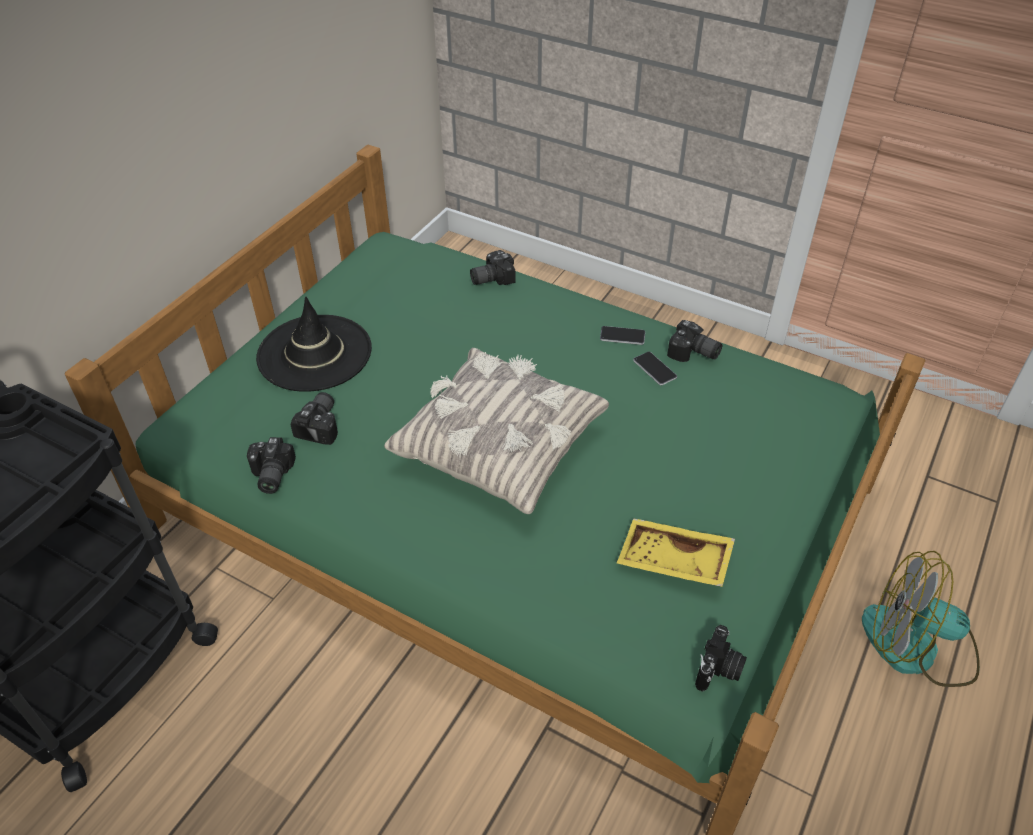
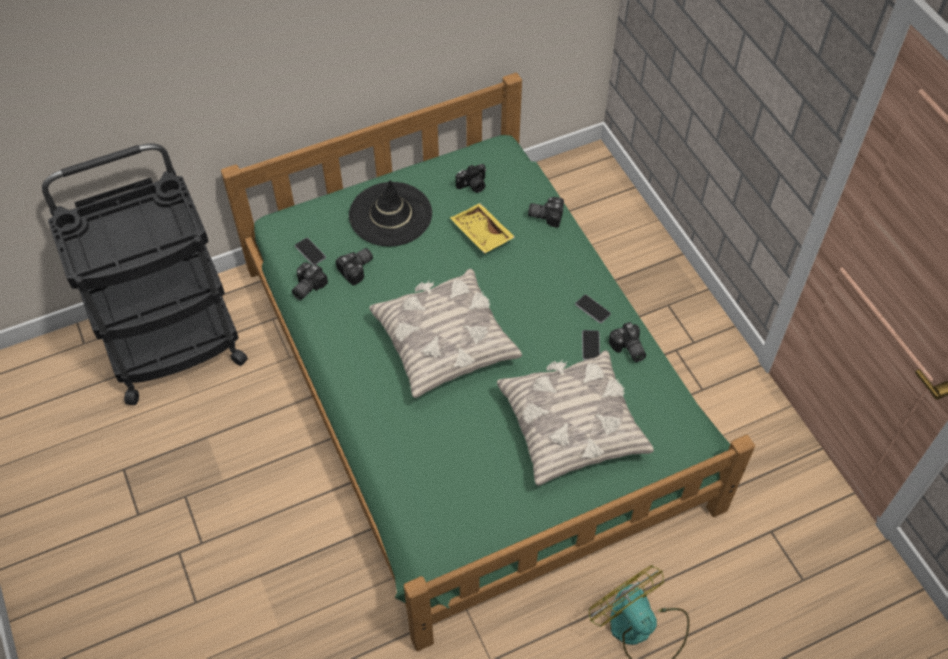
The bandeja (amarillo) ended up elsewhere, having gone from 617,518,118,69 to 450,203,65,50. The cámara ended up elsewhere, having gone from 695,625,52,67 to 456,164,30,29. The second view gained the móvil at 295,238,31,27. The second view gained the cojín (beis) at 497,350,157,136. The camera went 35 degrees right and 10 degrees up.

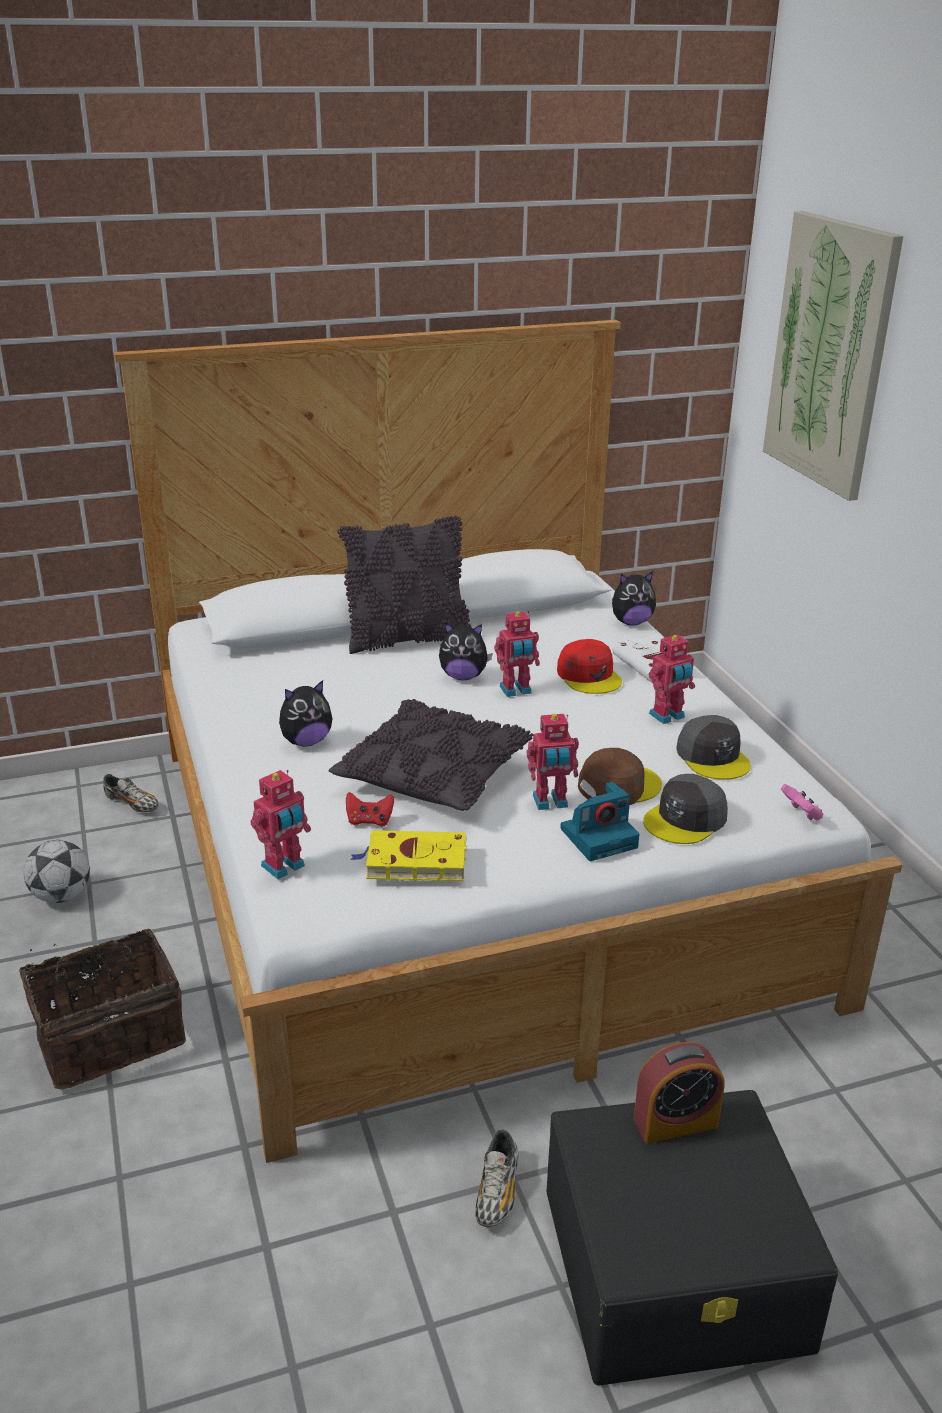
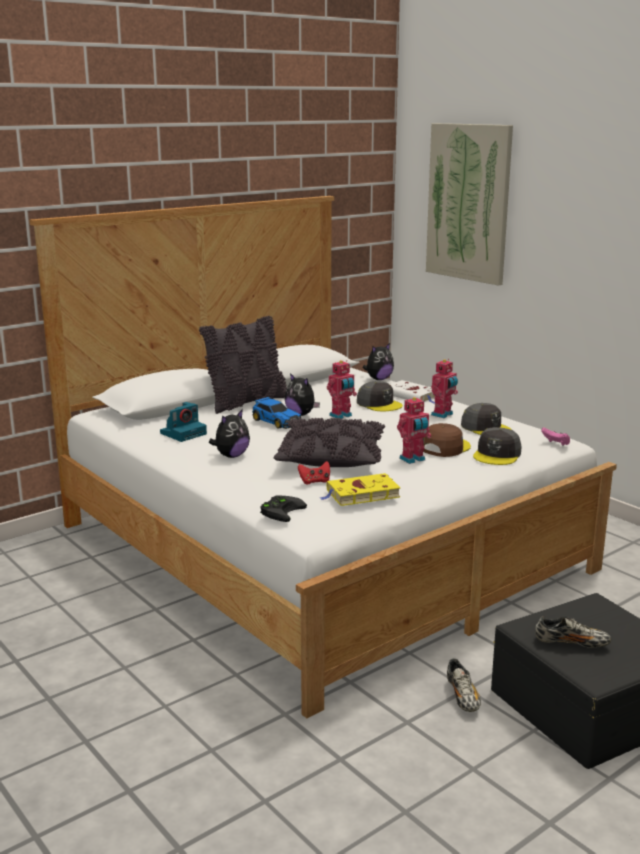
The peluche at 439,622,54,58 ended up facing another way, 60 degrees clockwise from before. What was the gorra (rojo) at 557,639,65,55 turned into the gorra (gris) at 357,381,46,30. Where the robot de juguete stood at 251,770,60,109, the mando de consola (negro) came to stand at 260,495,47,27. The zapato ended up elsewhere, having gone from 103,774,56,38 to 535,616,76,32. The cámara ended up elsewhere, having gone from 560,782,79,79 to 160,402,47,40. The second view lost the balón de fútbol at 24,840,66,63. The second view lost the cesta at 19,929,167,161. The second view lost the despertador at 634,1042,90,102. The second view gained the coche de juguete at 252,397,49,32. The camera went 20 degrees left and 10 degrees down.

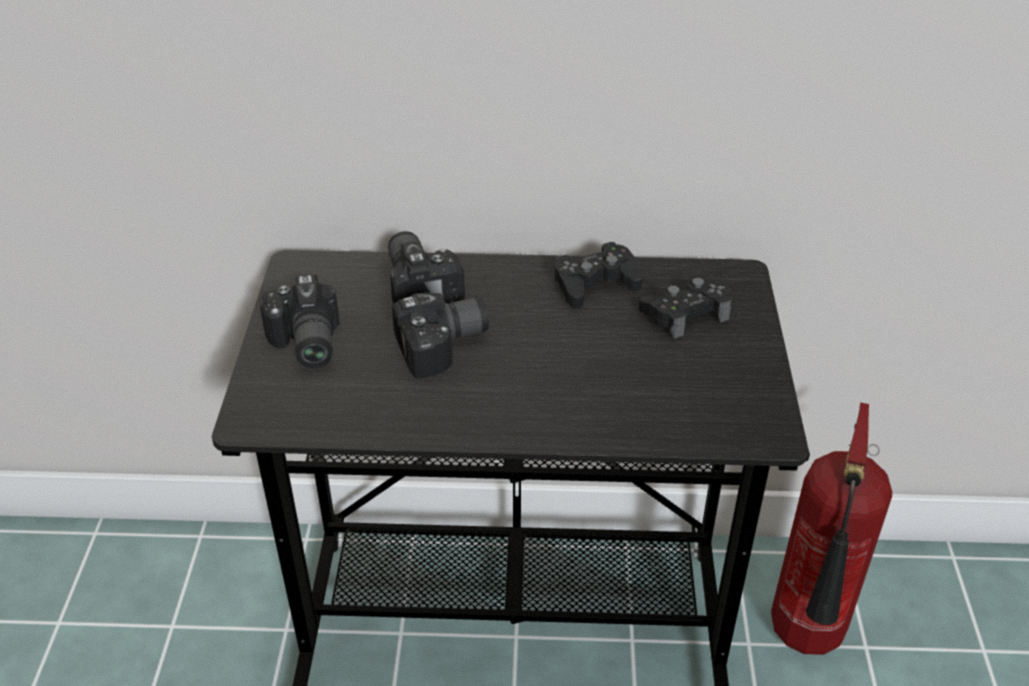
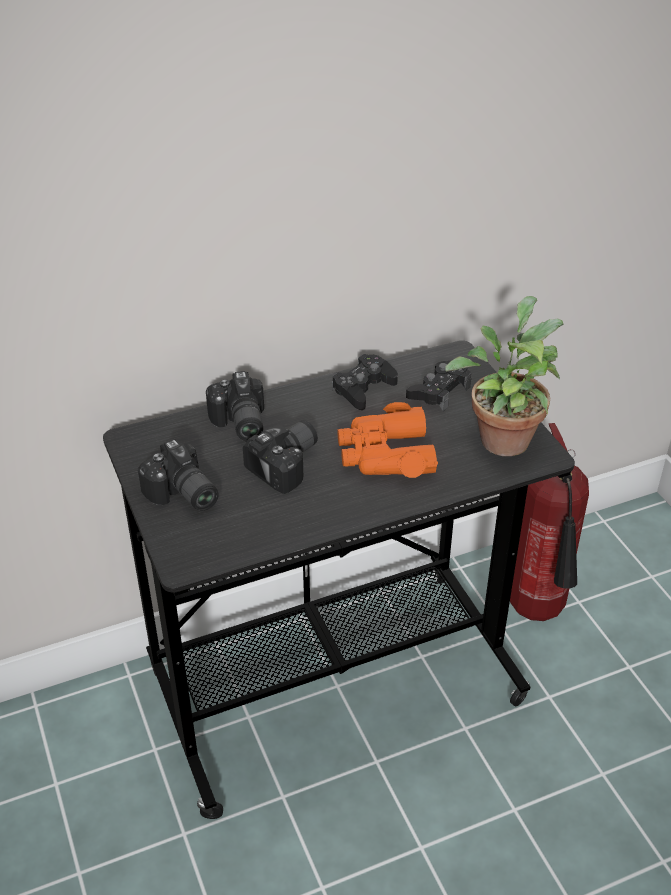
The cámara at 388,231,77,73 ended up facing another way, 150 degrees counterclockwise from before. The second view gained the planta en maceta at 445,296,118,160. The second view gained the prismáticos (naranja) at 337,402,101,76. The camera went 25 degrees left and 0 degrees up.

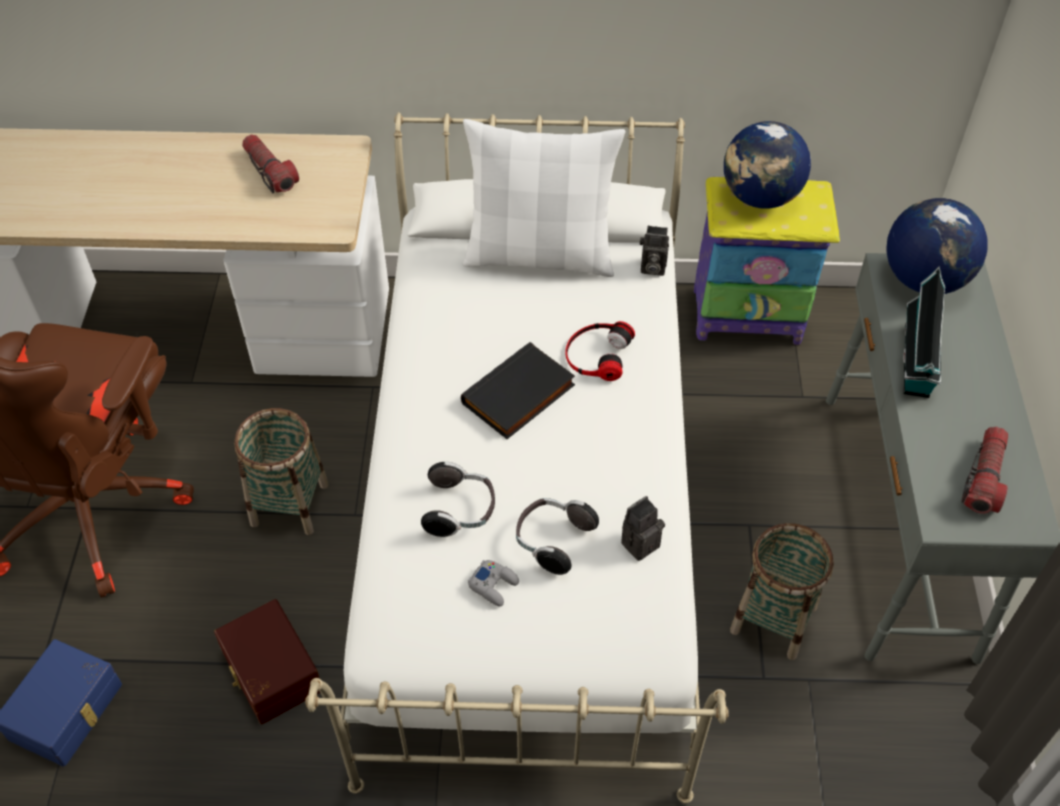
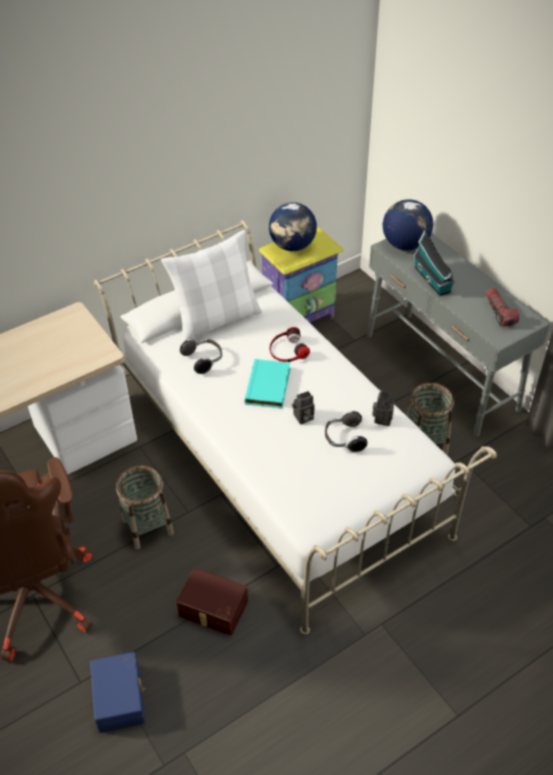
The second view lost the linterna at 242,134,57,59. The cámara ended up elsewhere, having gone from 640,226,29,50 to 292,391,23,33. What was the libro (negro) at 461,342,114,97 turned into the libro (turquesa) at 244,359,47,49. The auriculares ended up elsewhere, having gone from 421,462,74,75 to 180,339,42,35. The second view lost the mando de consola (gris) at 468,560,51,46. The camera went 35 degrees left and 5 degrees down.

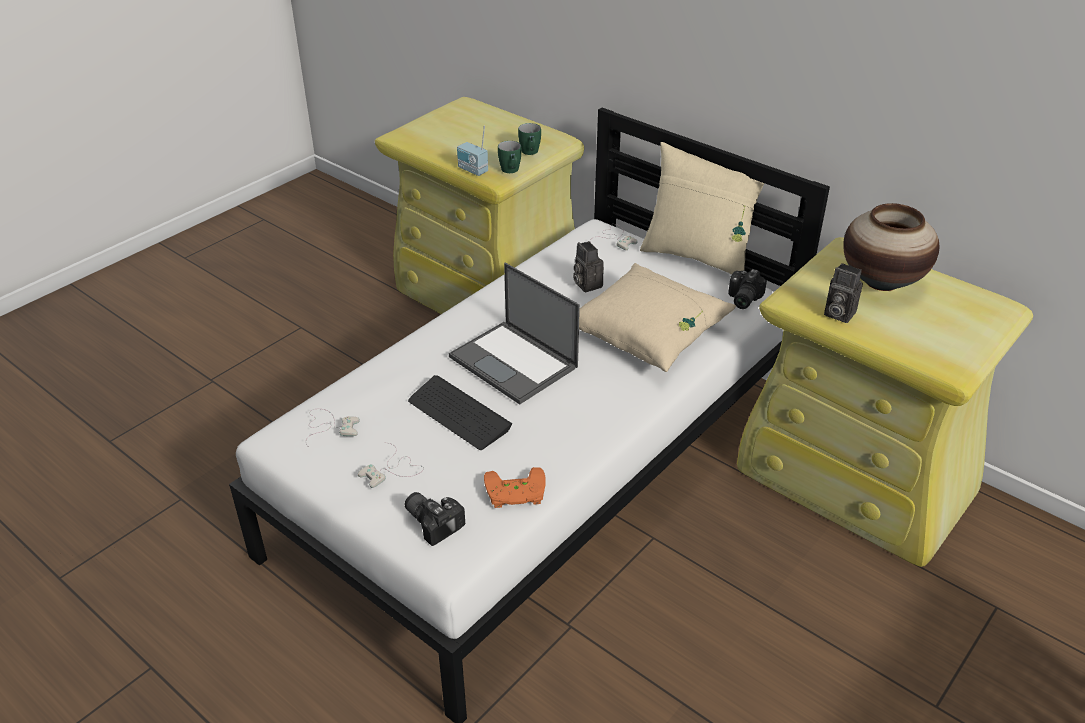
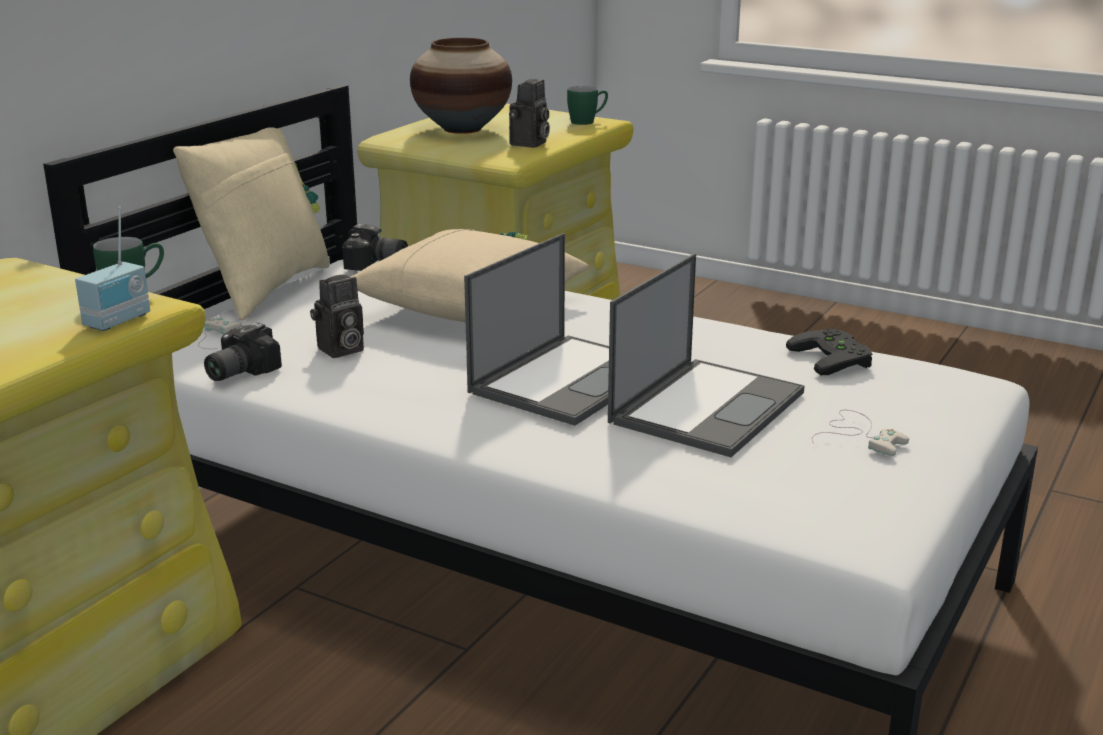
The taza grande (verde) ended up elsewhere, having gone from 518,123,23,32 to 567,86,41,39. Where the teclado stood at 408,375,104,75, the portátil came to stand at 608,253,197,204. The second view lost the mando de consola (blanco) at 306,409,54,38. What was the mando de consola (naranja) at 484,467,62,41 turned into the mando de consola (negro) at 786,328,86,47. The cámara ended up elsewhere, having gone from 404,492,61,54 to 204,323,78,58. The camera went 100 degrees left and 15 degrees down.

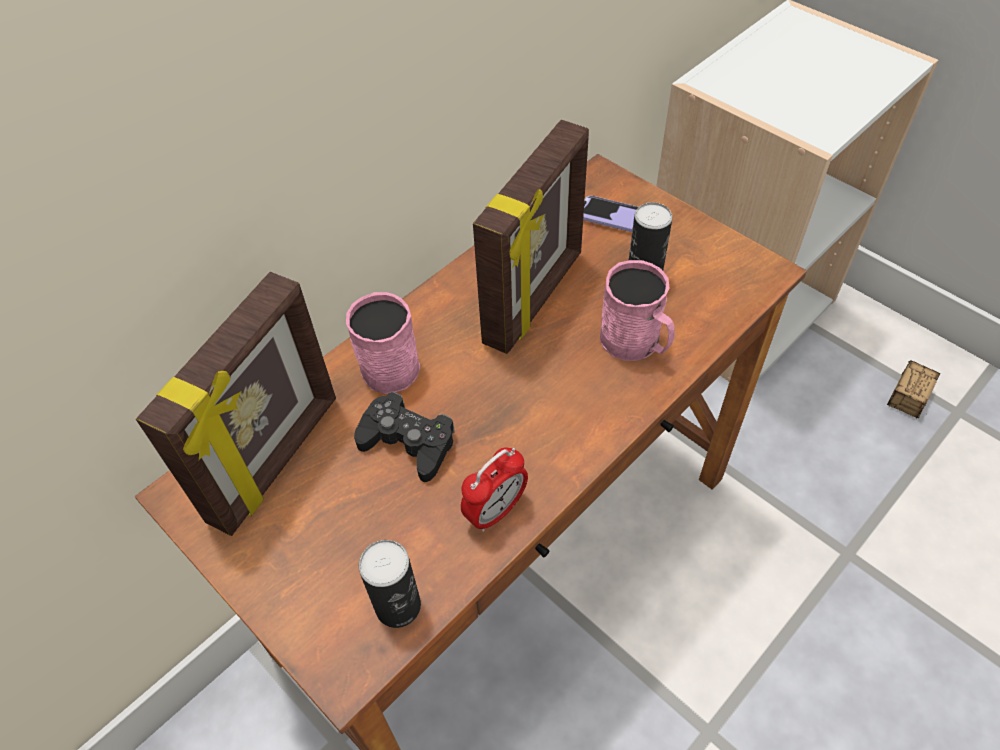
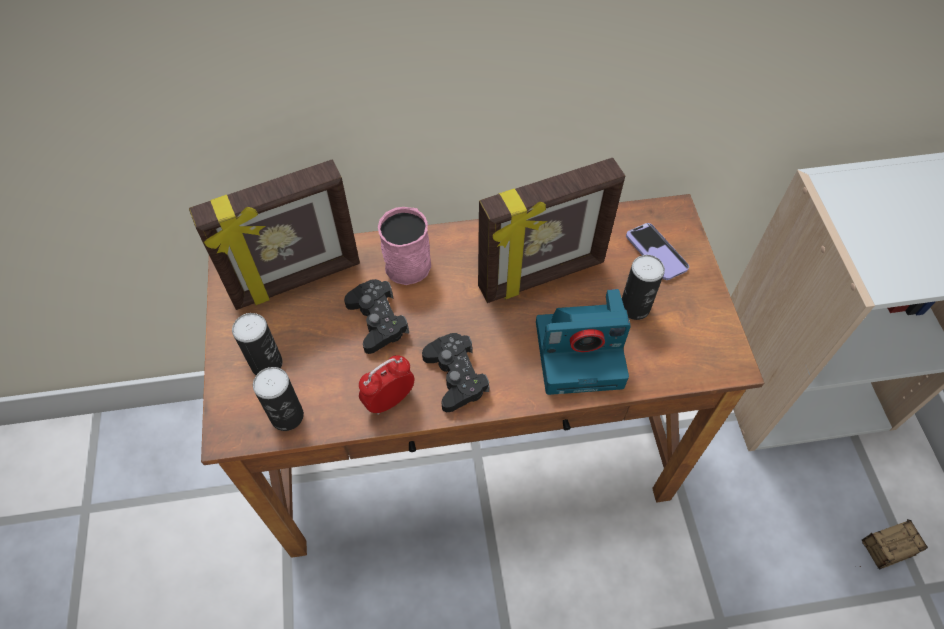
Where the taza grande (rosa) stood at 600,260,75,101, the cámara came to stand at 536,289,95,106. The despertador at 461,448,67,84 ended up facing another way, 150 degrees clockwise from before. The second view gained the lata at 232,313,51,62. The second view gained the mando de consola (negro) at 422,333,67,79. The camera went 35 degrees right and 5 degrees up.

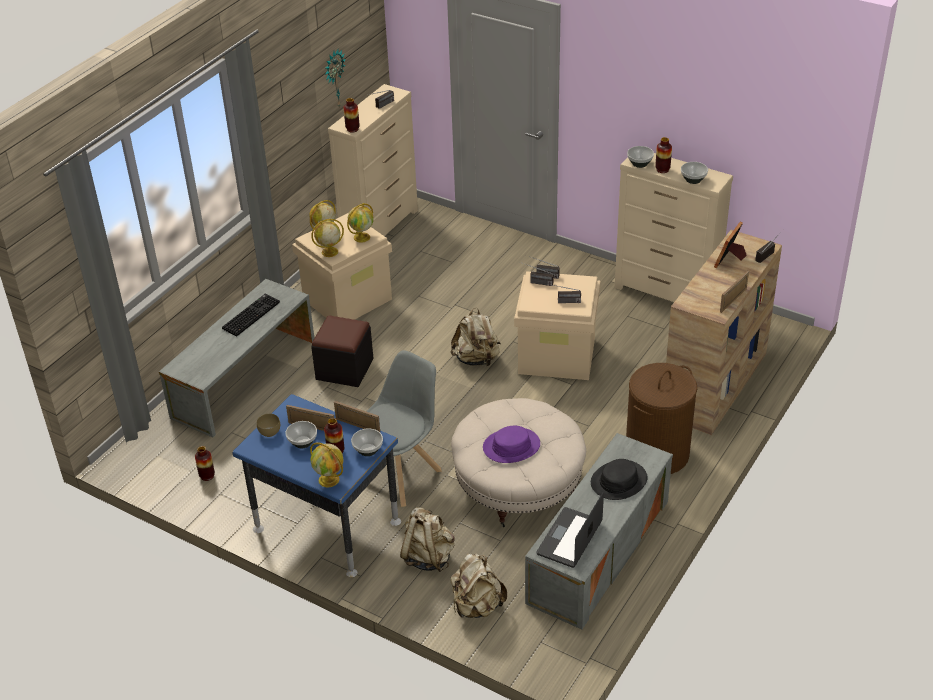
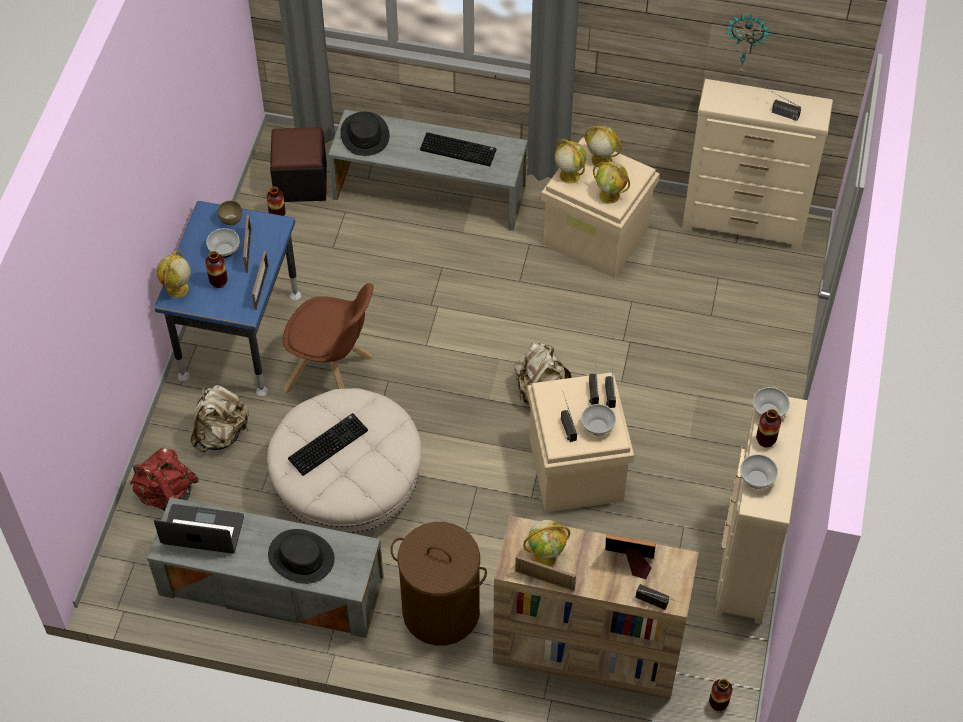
The florero ended up elsewhere, having gone from 344,98,16,35 to 709,679,23,32. The puf (negro) ended up elsewhere, having gone from 311,315,63,72 to 270,127,57,75. What was the silla (gris) at 366,350,76,157 turned into the silla (marrón) at 282,283,91,110. Where the sombrero (morado) stood at 483,426,57,37, the teclado came to stand at 288,413,80,63. The cuenco ended up elsewhere, having gone from 351,429,32,27 to 581,404,35,31. What was the mochila (beis) at 450,553,57,65 turned into the mochila (rojo) at 130,447,69,64. The second view gained the sombrero (negro) at 340,112,49,44. The second view gained the globo terráqueo at 523,520,47,46. The camera went 70 degrees right and 15 degrees up.

